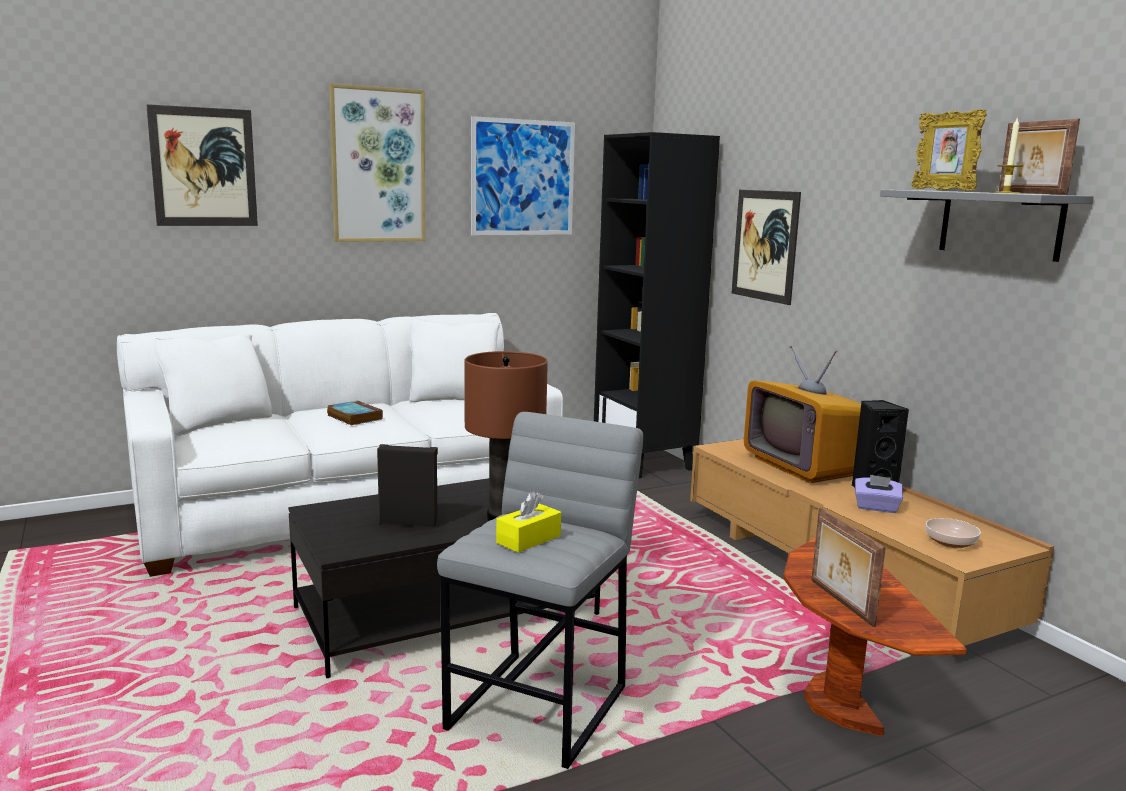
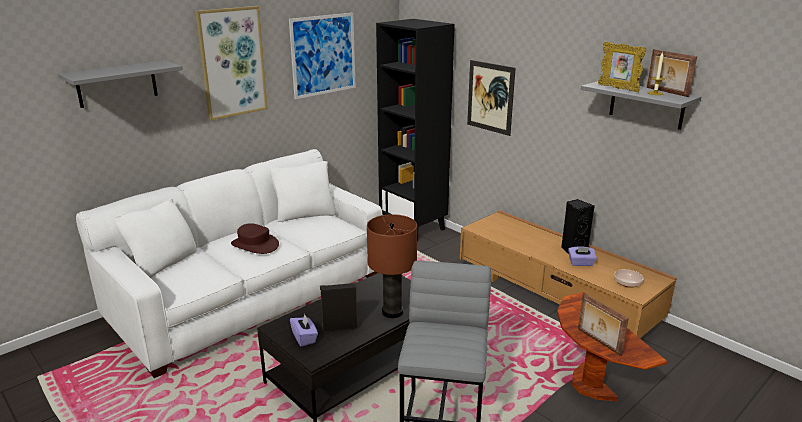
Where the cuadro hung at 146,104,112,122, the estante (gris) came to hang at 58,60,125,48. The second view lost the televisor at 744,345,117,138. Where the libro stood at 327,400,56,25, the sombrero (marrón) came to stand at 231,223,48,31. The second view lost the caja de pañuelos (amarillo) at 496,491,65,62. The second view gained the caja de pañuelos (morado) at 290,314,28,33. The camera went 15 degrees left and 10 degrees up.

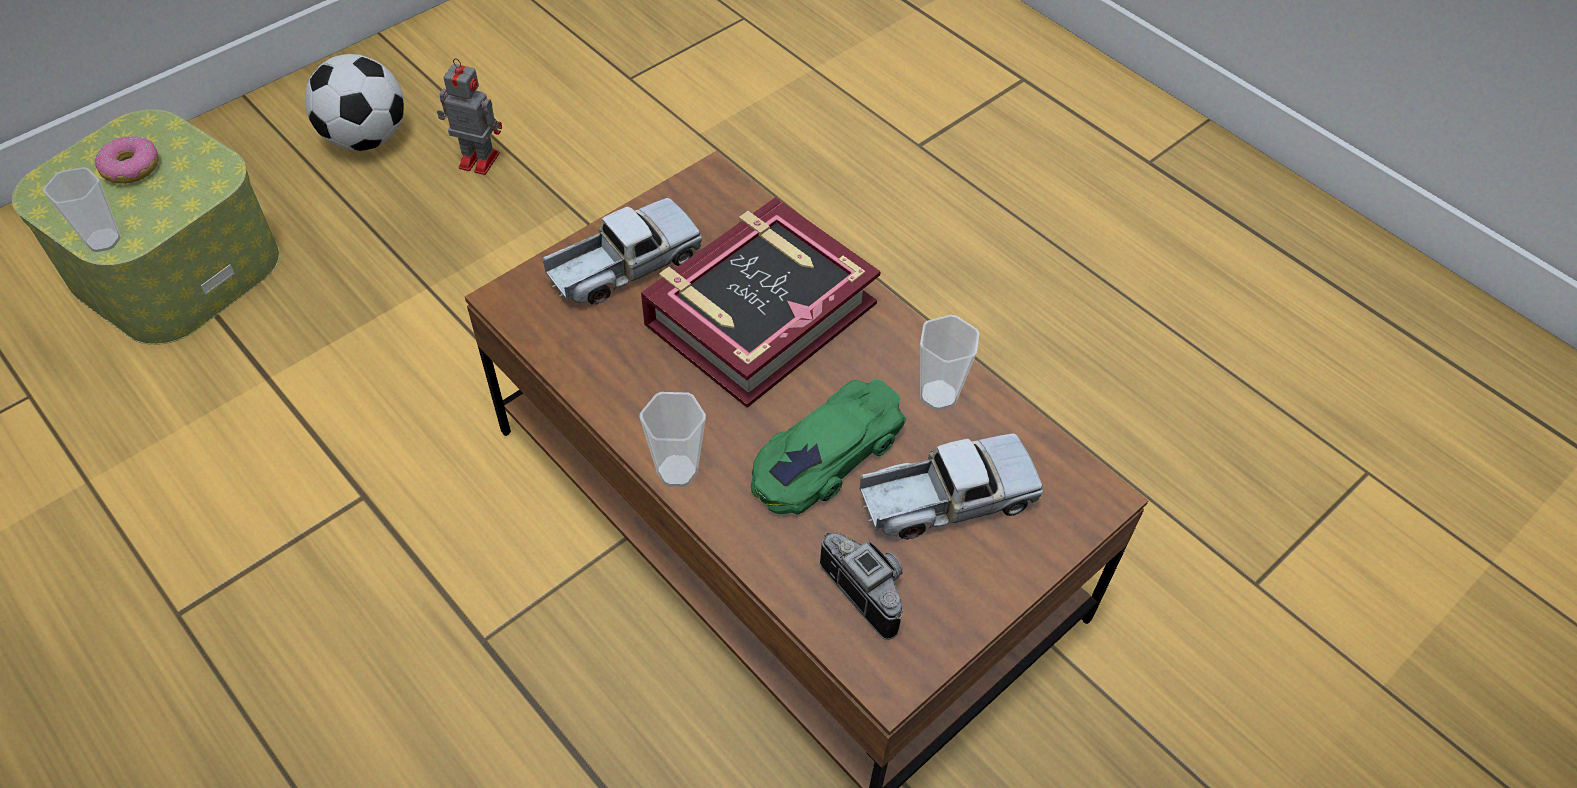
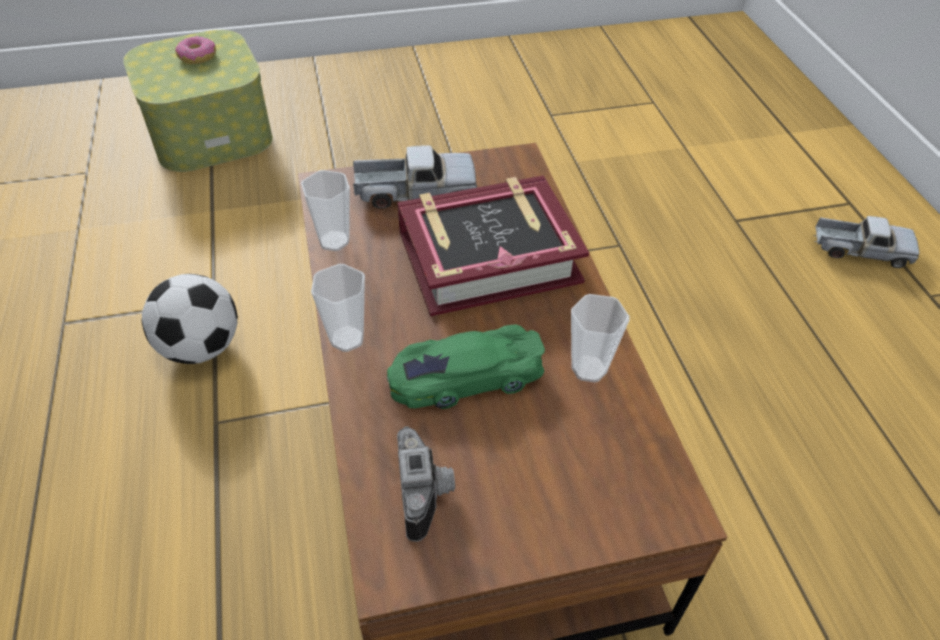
The balón de fútbol ended up elsewhere, having gone from 305,54,99,97 to 142,274,96,90. The second view lost the robot de juguete at 437,58,65,117. The taza ended up elsewhere, having gone from 43,167,78,85 to 301,170,49,81. The camión de juguete ended up elsewhere, having gone from 860,433,183,107 to 814,216,105,52. The camera went 30 degrees right and 5 degrees down.

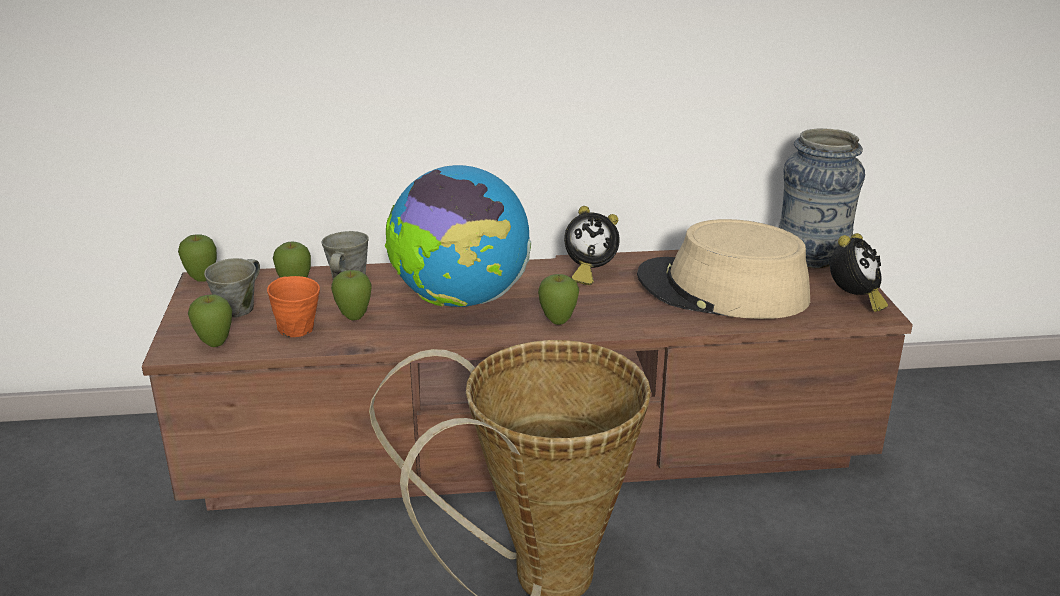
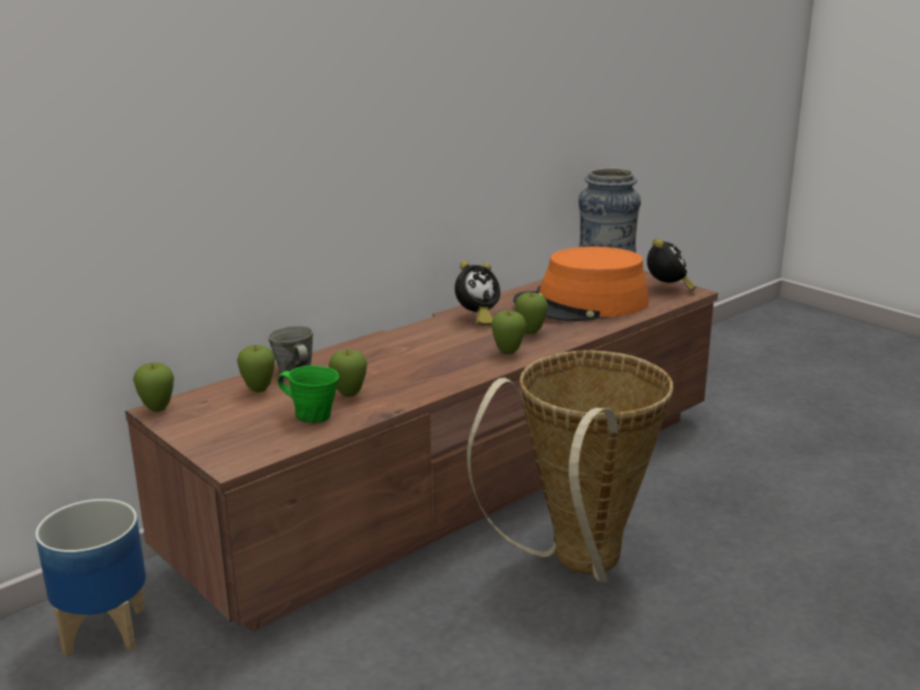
The second view lost the globo terráqueo at 385,165,146,142. What was the sombrero (beis) at 637,219,173,100 turned into the sombrero (naranja) at 513,247,136,75. The second view lost the taza grande (gris) at 204,258,56,59. What was the taza grande (naranja) at 267,276,53,61 turned into the taza grande (verde) at 277,365,62,58. The manzana ended up elsewhere, having gone from 188,295,44,52 to 515,292,33,42. The second view gained the maceta at 35,499,111,158. The camera went 35 degrees left and 5 degrees down.

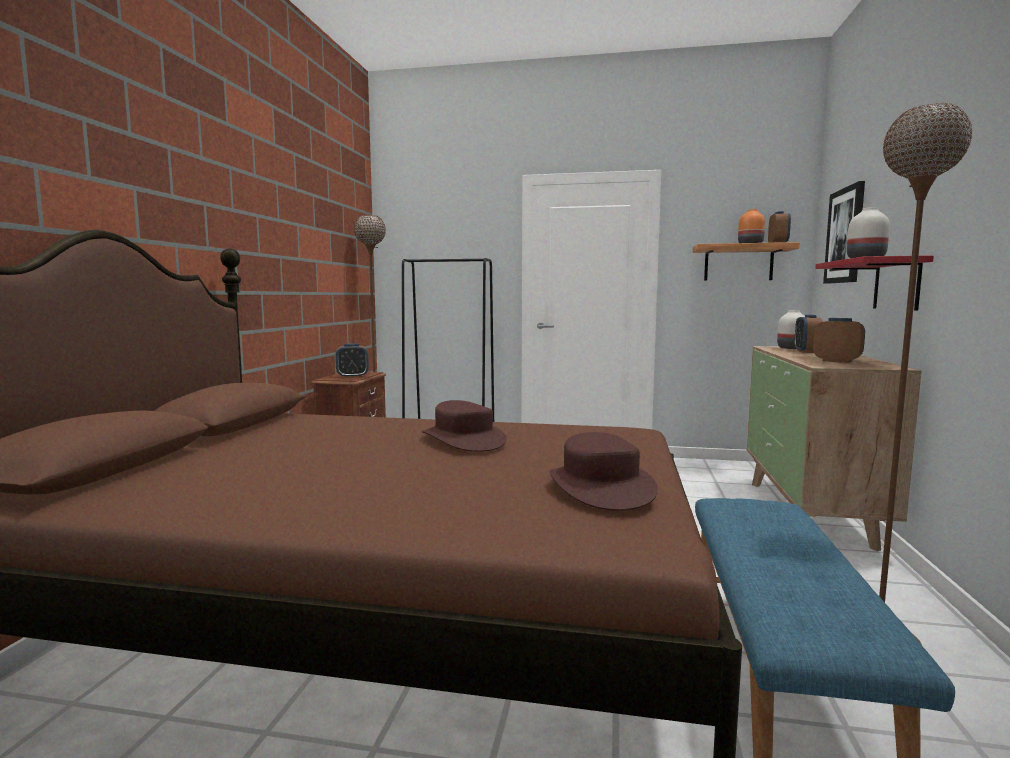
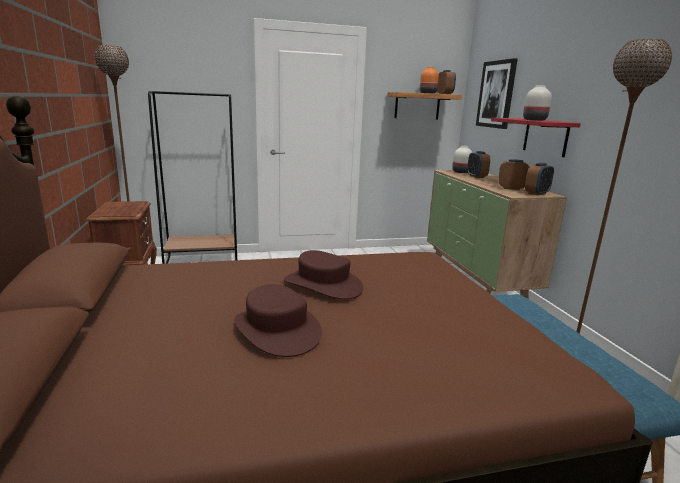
The despertador ended up elsewhere, having gone from 335,343,34,35 to 525,163,29,32. The sombrero (marrón) ended up elsewhere, having gone from 550,432,108,79 to 234,284,88,73. The camera went 25 degrees left and 10 degrees up.

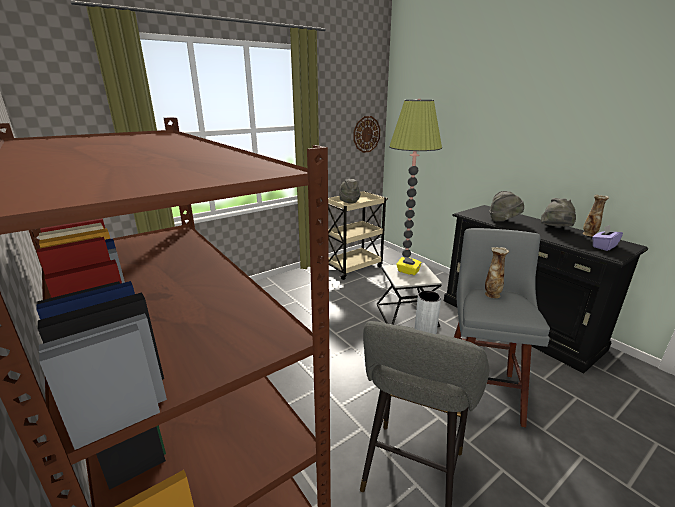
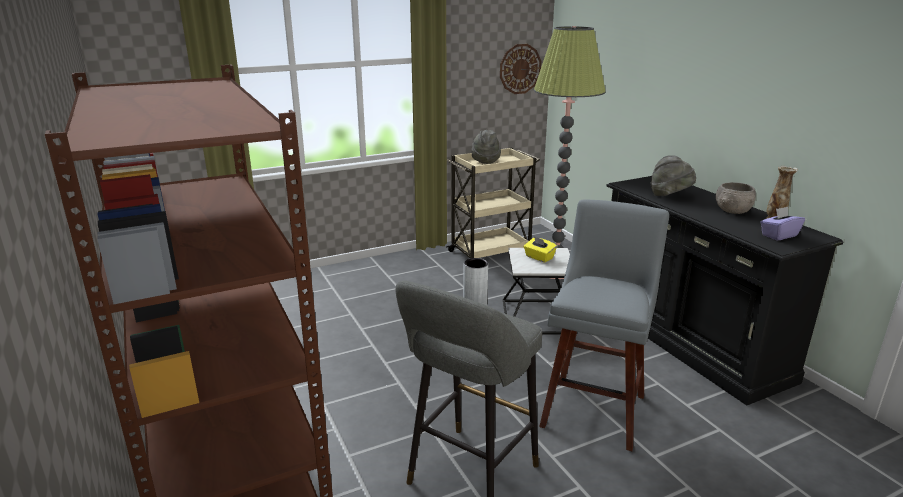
Where the sombrero (gris) stood at 541,198,35,29, the cuenco (gris) came to stand at 716,182,40,32. The second view lost the florero at 485,247,24,51. The camera went 10 degrees right and 0 degrees up.

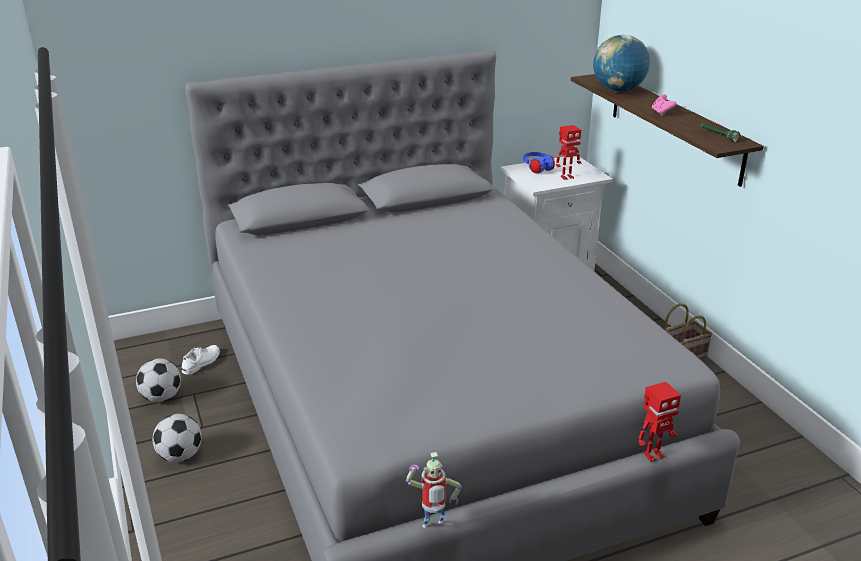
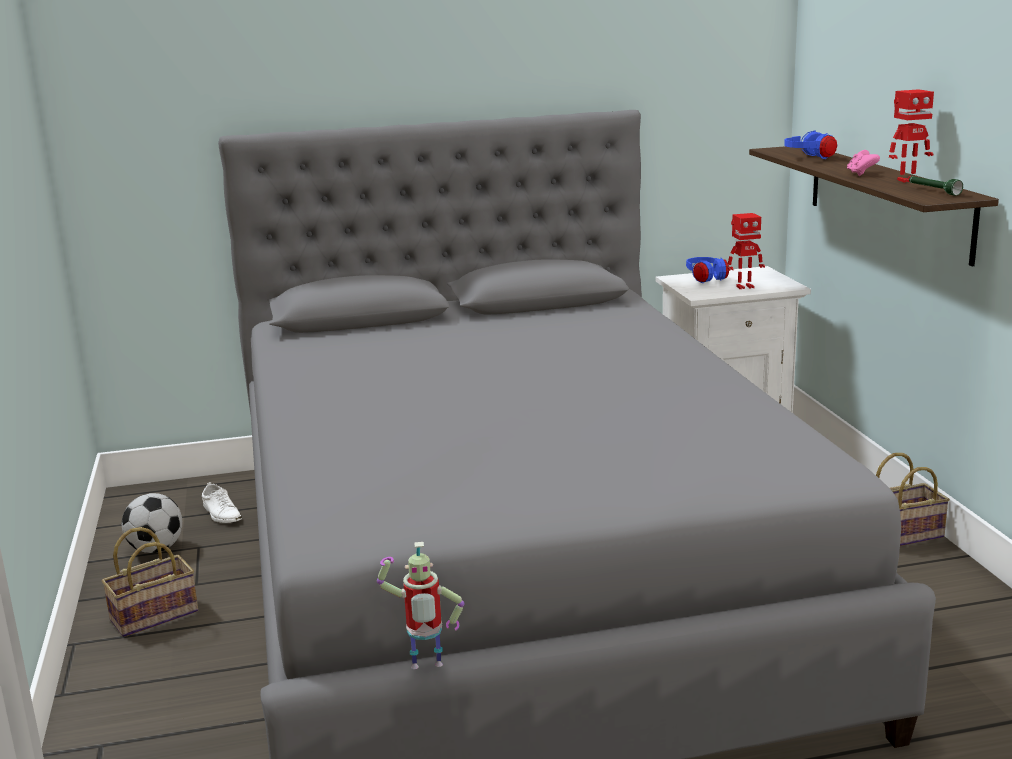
Where the globo terráqueo stood at 593,34,57,58, the auriculares (azul) came to stand at 784,131,54,28. The zapato (blanco) at 182,345,38,29 ended up facing another way, 105 degrees clockwise from before. The robot de juguete ended up elsewhere, having gone from 638,382,43,80 to 889,89,45,93. Where the balón de fútbol stood at 152,414,50,49, the cesta came to stand at 101,527,97,110. The camera went 10 degrees right and 10 degrees down.

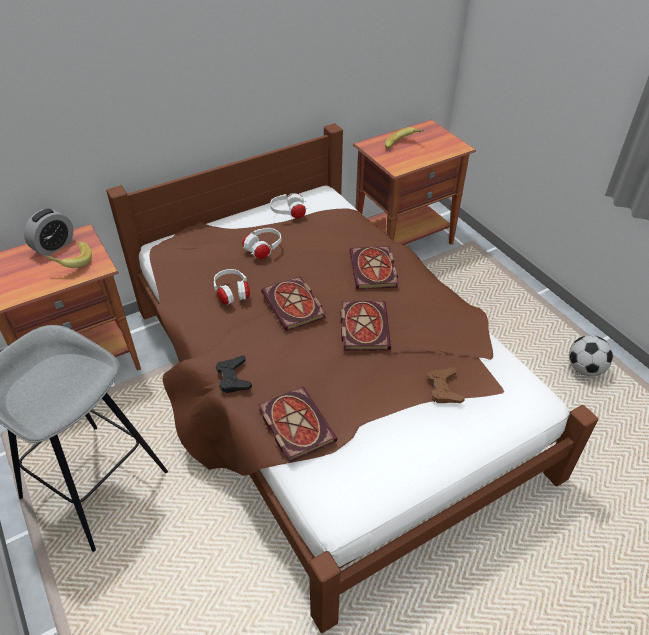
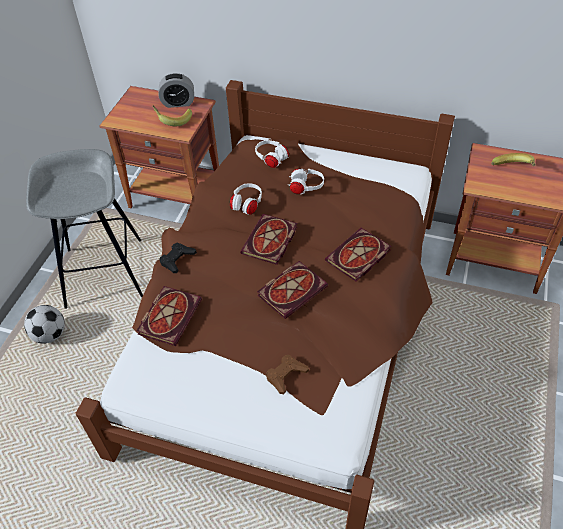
The auriculares (blanco) ended up elsewhere, having gone from 270,193,38,26 to 255,140,34,28. The balón de fútbol ended up elsewhere, having gone from 569,335,44,41 to 24,305,41,39. The camera went 50 degrees right and 5 degrees up.

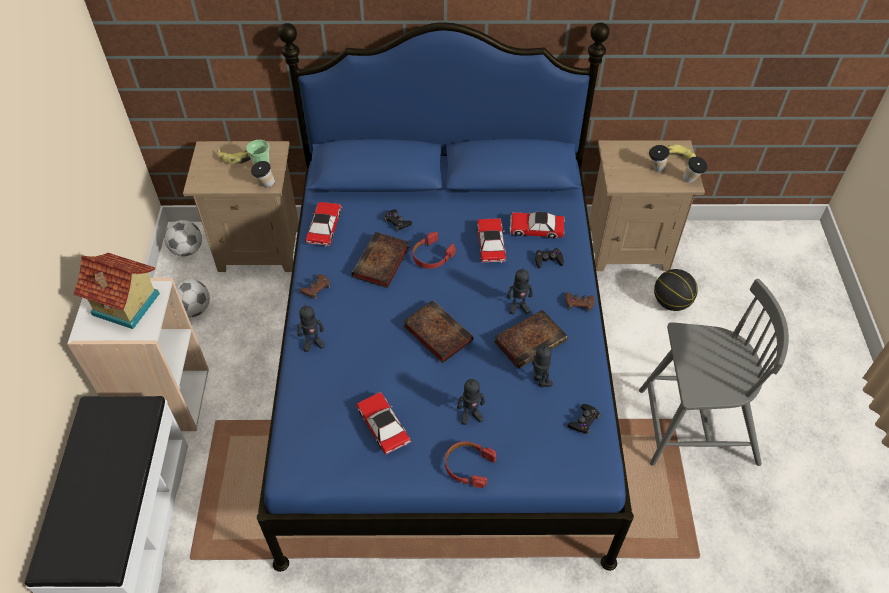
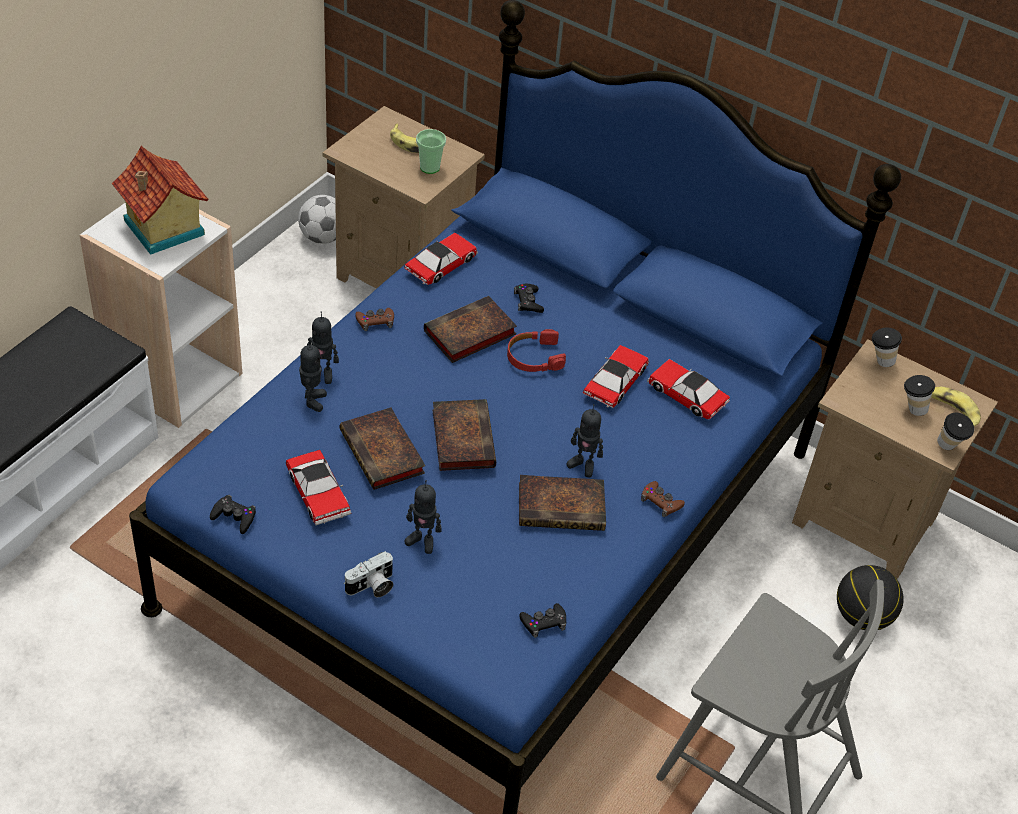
The taza ended up elsewhere, having gone from 251,161,24,26 to 872,328,30,39. The mando de consola (negro) ended up elsewhere, having gone from 535,248,29,20 to 210,495,46,39. The second view lost the balón de fútbol at 176,279,34,38. The robot de juguete ended up elsewhere, having gone from 532,343,21,44 to 299,339,28,73. The coche de juguete at 356,392,55,63 ended up facing another way, 150 degrees clockwise from before. Where the auriculares (rojo) stood at 445,441,51,47, the cámara came to stand at 344,551,49,46. The second view gained the libro at 340,407,85,83. The camera went 30 degrees right and 5 degrees down.

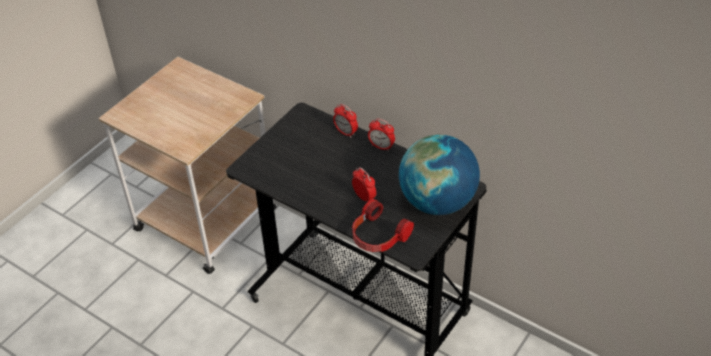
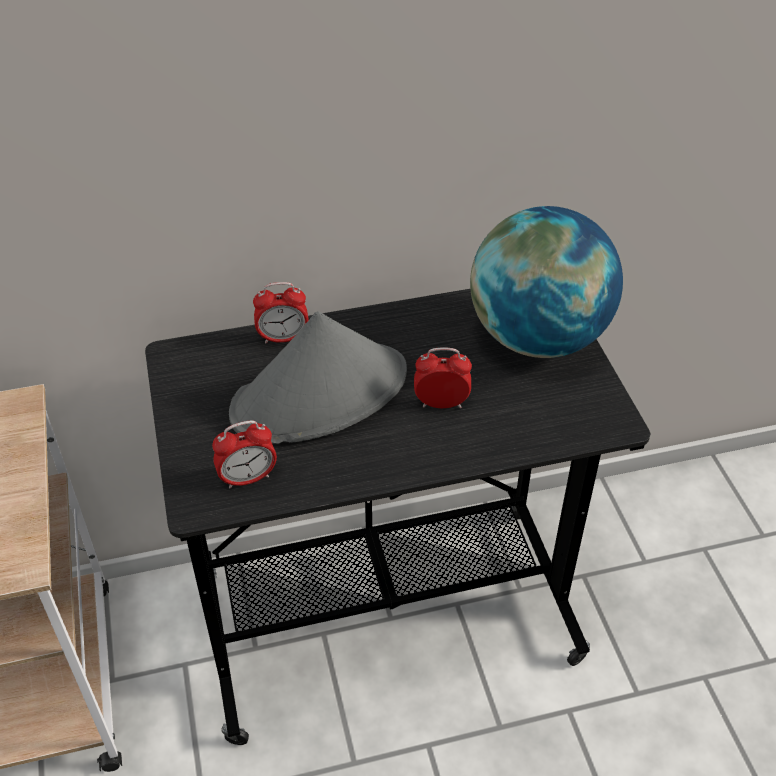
The despertador ended up elsewhere, having gone from 368,118,27,33 to 212,421,65,68. The second view lost the auriculares at 352,199,62,53. The second view gained the sombrero (gris) at 229,311,178,133. The camera went 50 degrees left and 0 degrees up.

